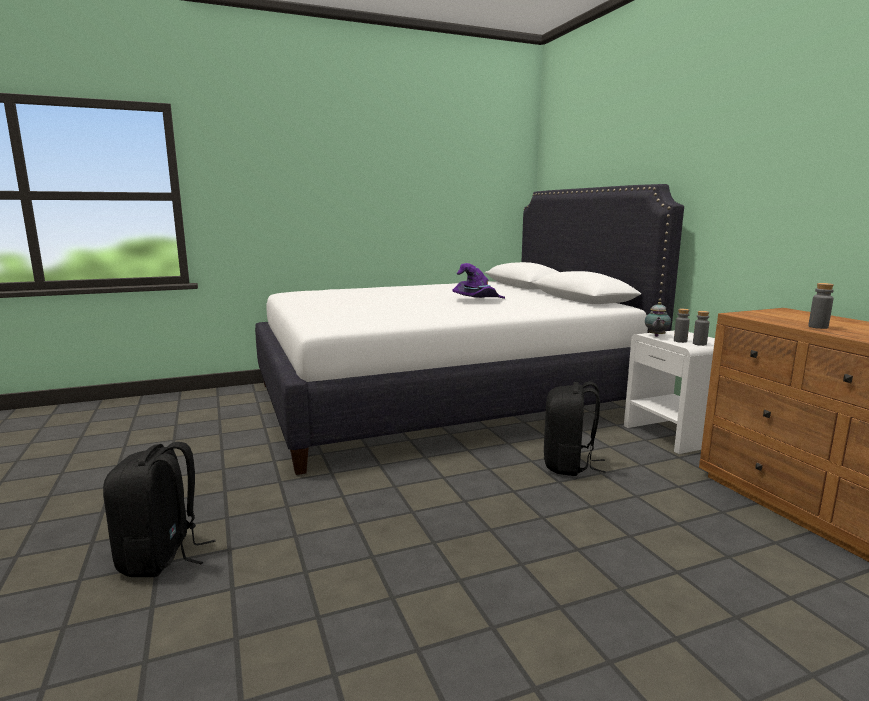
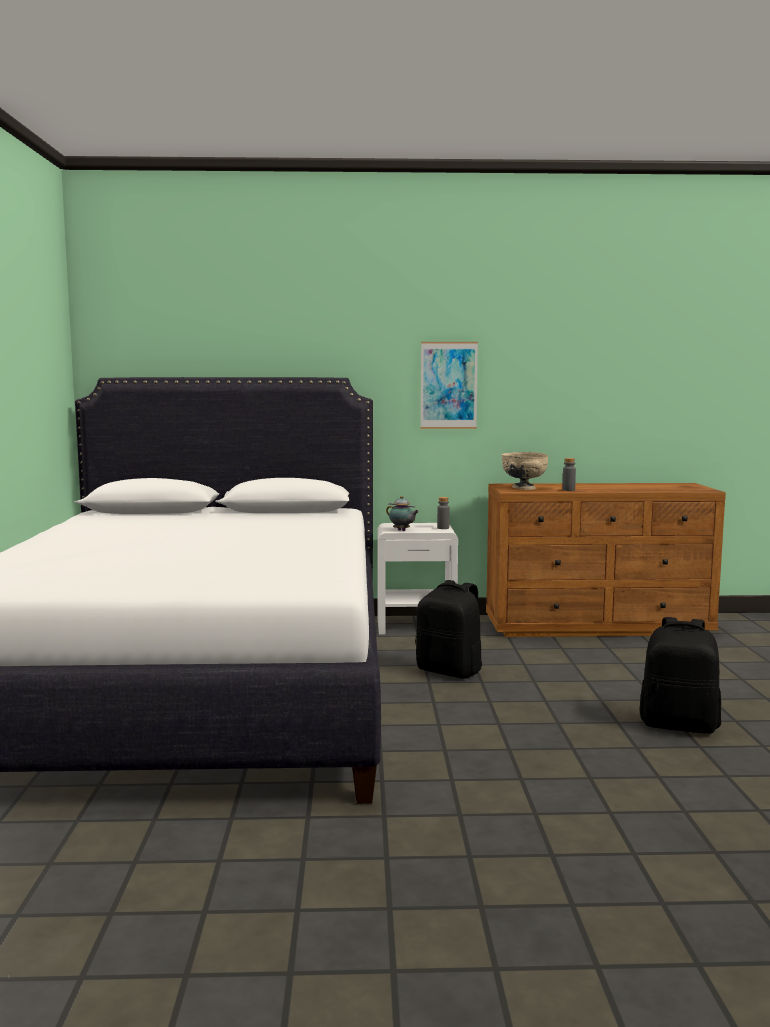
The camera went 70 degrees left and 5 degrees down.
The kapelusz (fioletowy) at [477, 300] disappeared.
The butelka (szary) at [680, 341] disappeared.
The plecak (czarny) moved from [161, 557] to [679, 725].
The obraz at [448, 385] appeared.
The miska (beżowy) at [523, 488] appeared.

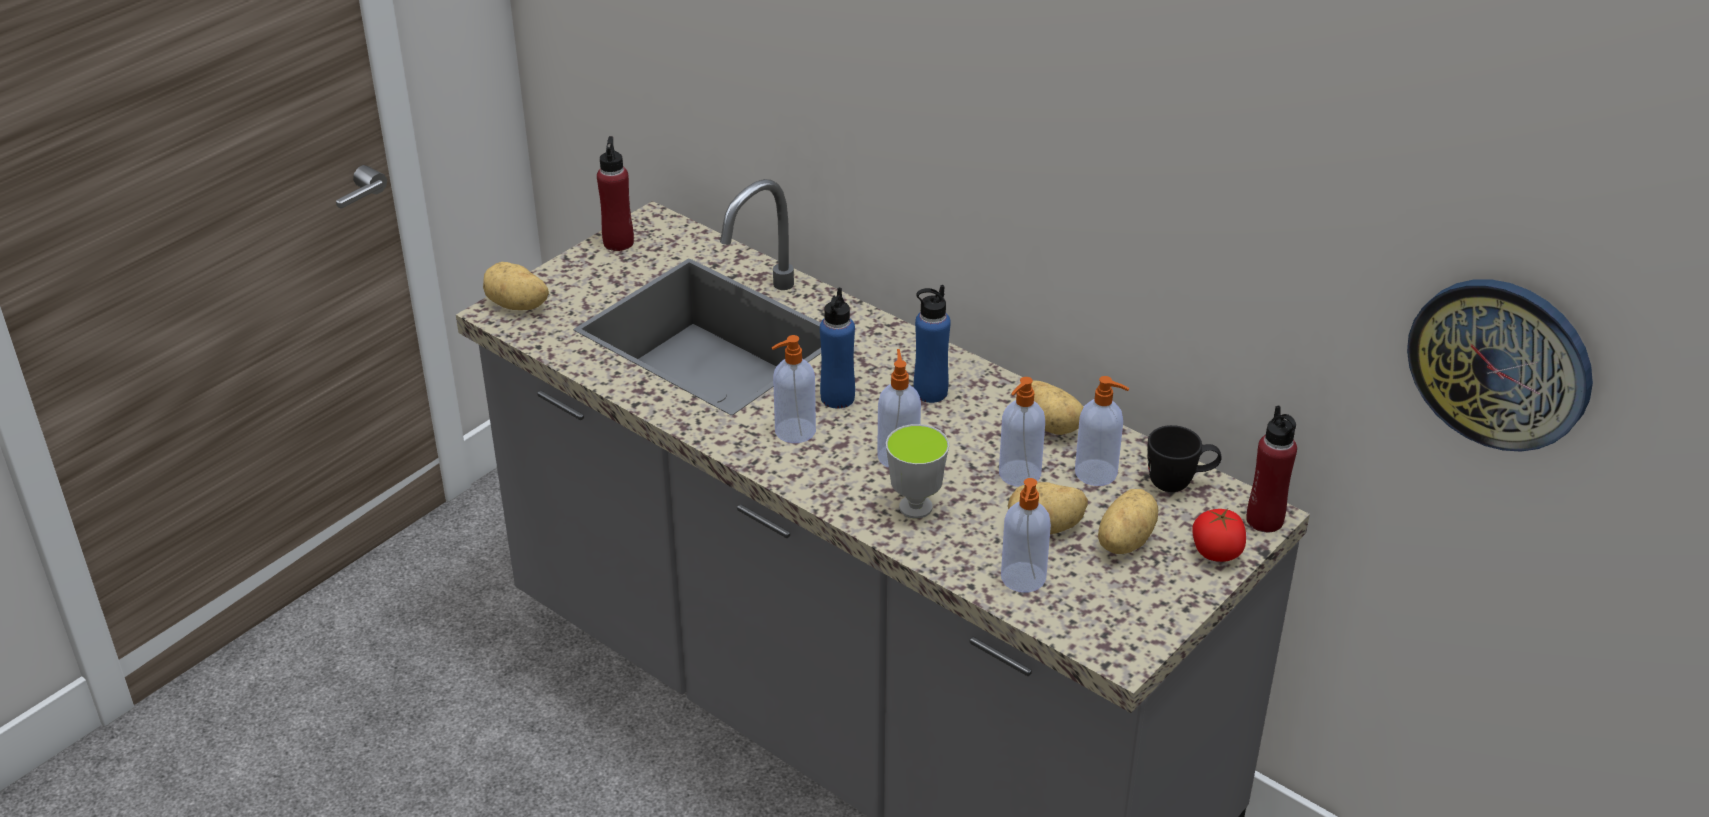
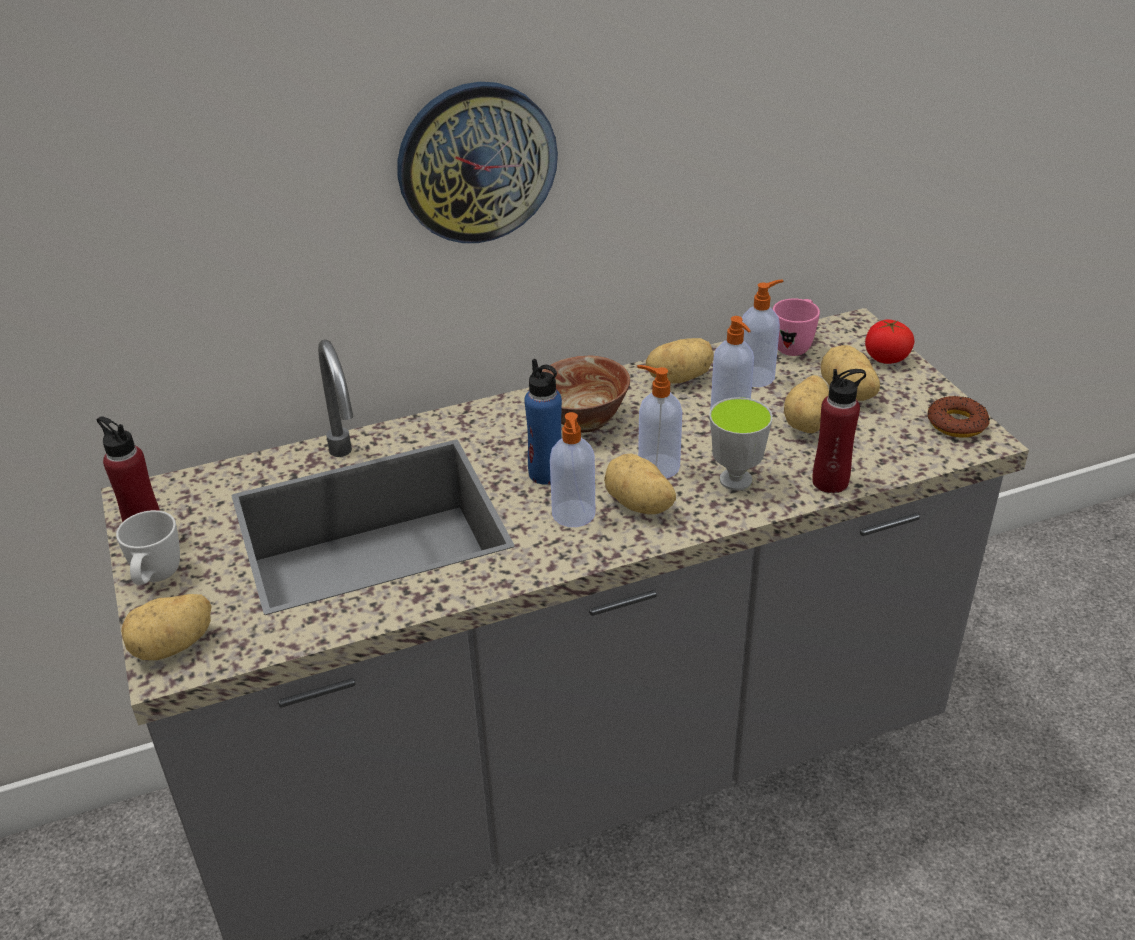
The camera went 60 degrees left and 0 degrees up.
The zegar ścienny moved from [1500, 363] to [476, 162].
The butelka (niebieski) at [930, 392] was replaced by the miska at [583, 421].
The butelka (czerwony) moved from [1264, 520] to [830, 482].
The kubek (czarny) at [1180, 483] became the kubek (różowy) at [795, 345].
The dozownik mydła at [1023, 579] disappeared.
The donut at [957, 423] appeared.
The ziemniak at [638, 505] appeared.
The kubek (biały) at [156, 579] appeared.

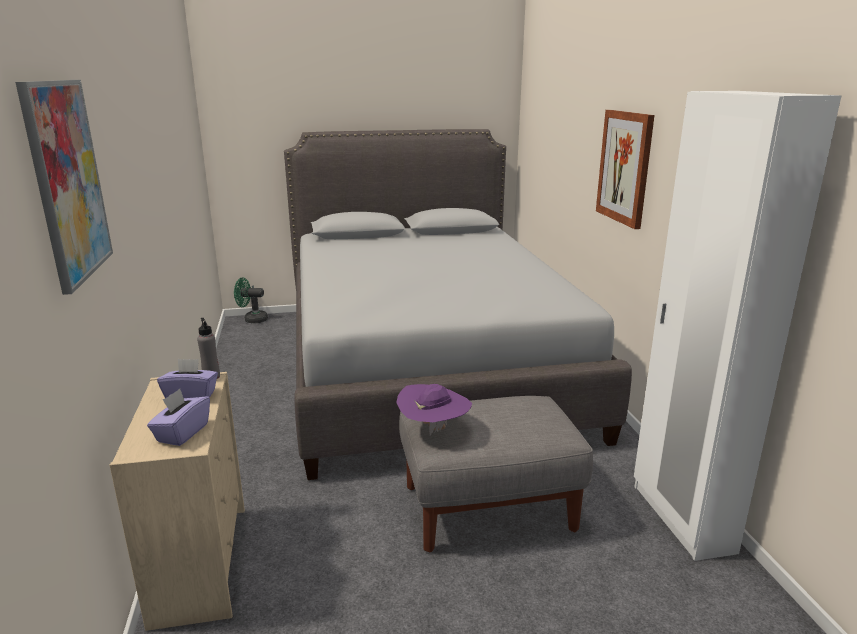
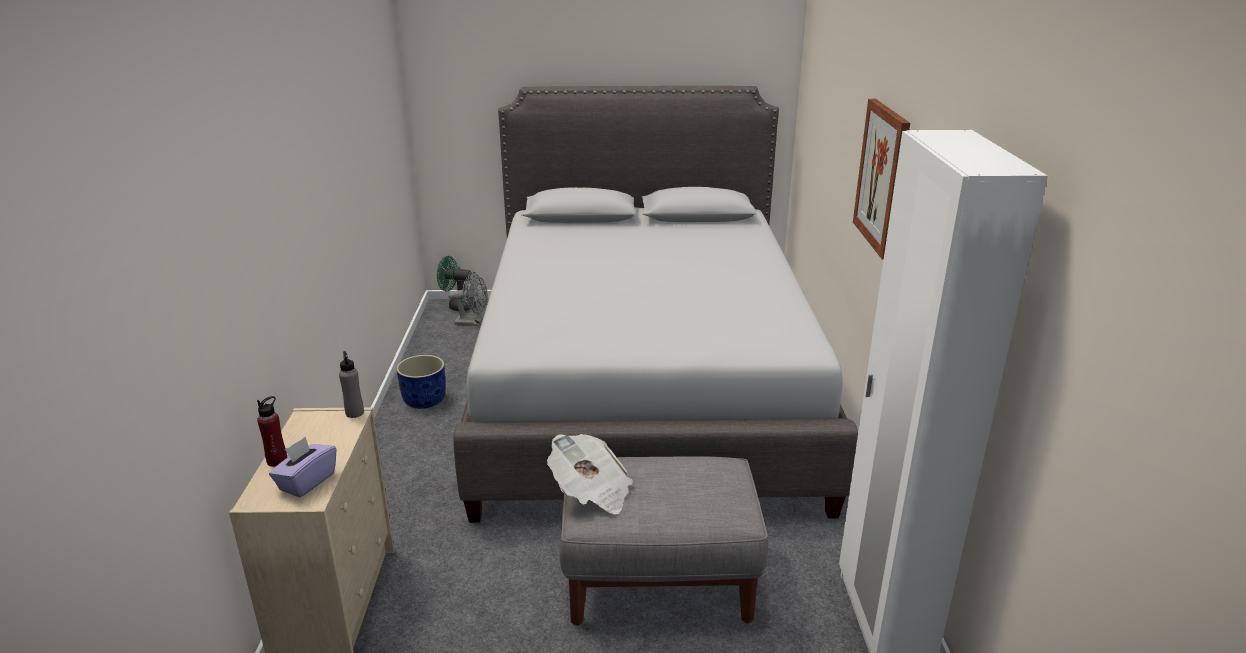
The camera went 10 degrees right and 5 degrees up.
The obraz at [67, 181] disappeared.
The pudełko chusteczek (fioletowy) at [191, 396] disappeared.
The kapelusz (fioletowy) at [434, 429] was replaced by the gazeta at [591, 492].
The wentylator (szary) at [473, 322] appeared.
The donica (niebieski) at [424, 401] appeared.
The butelka (czerwony) at [277, 461] appeared.

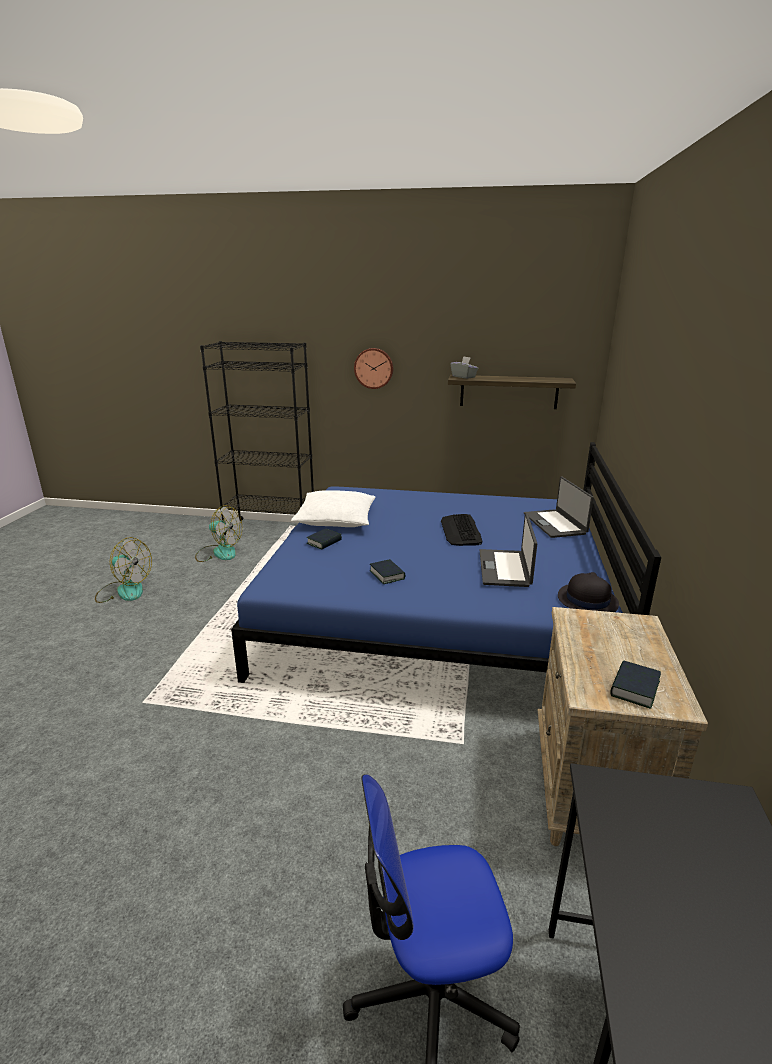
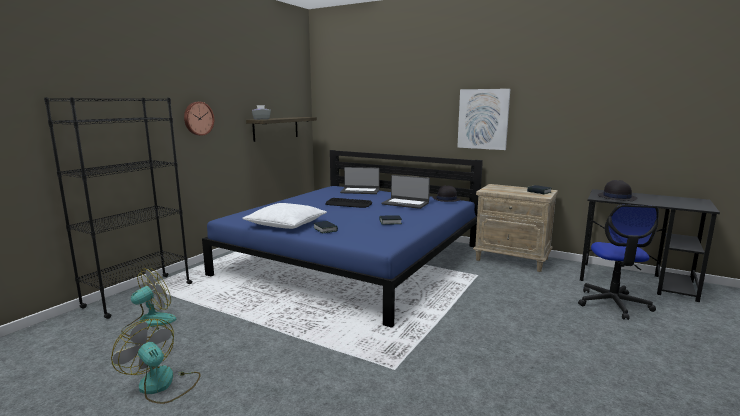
The camera went 70 degrees left and 10 degrees down.
The wentylator at [124, 590] turned 90 degrees counterclockwise.
The obraz at [483, 119] appeared.
The kapelusz (czarny) at [616, 197] appeared.

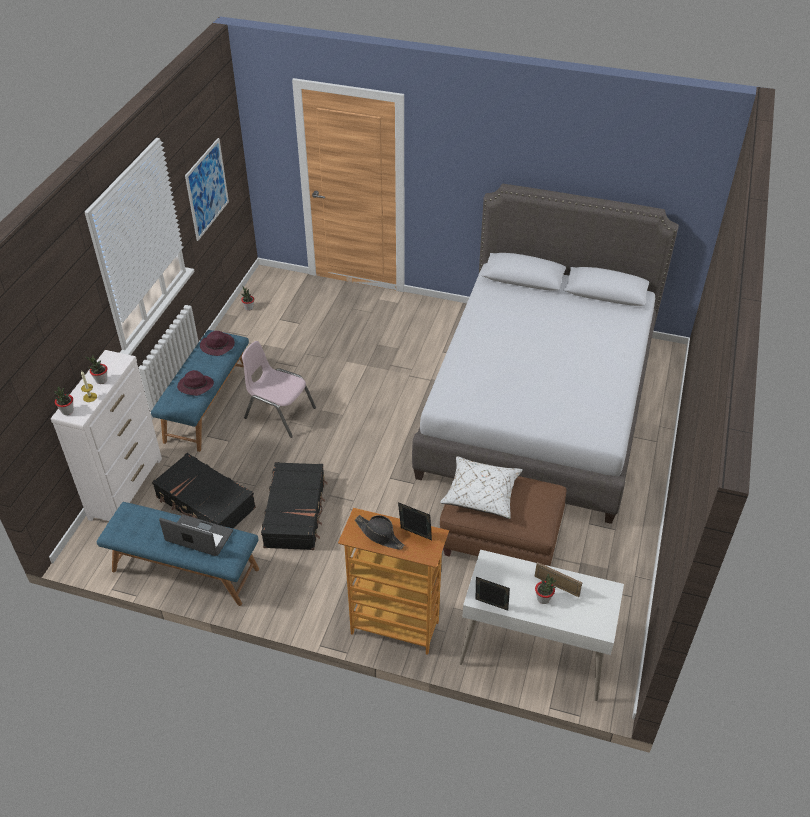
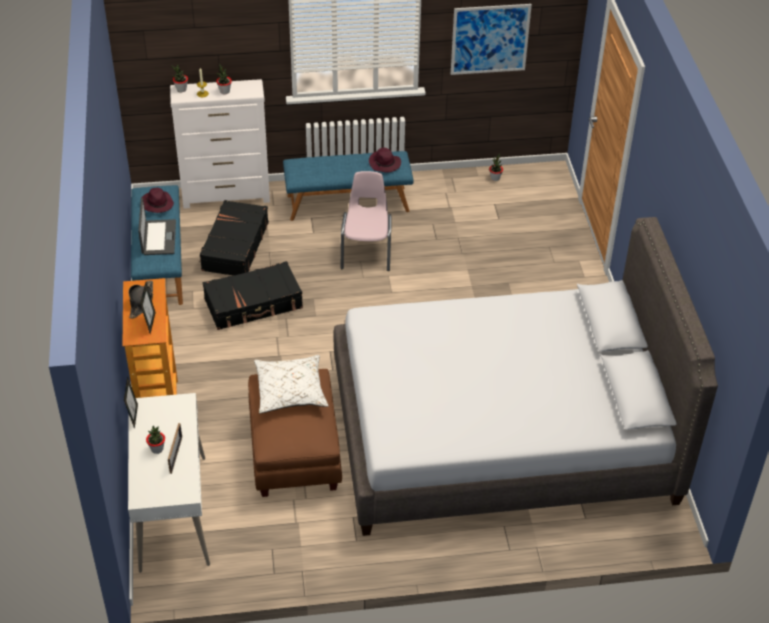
The camera went 65 degrees right and 0 degrees up.
The kapelusz (fioletowy) moved from [195, 386] to [157, 203].

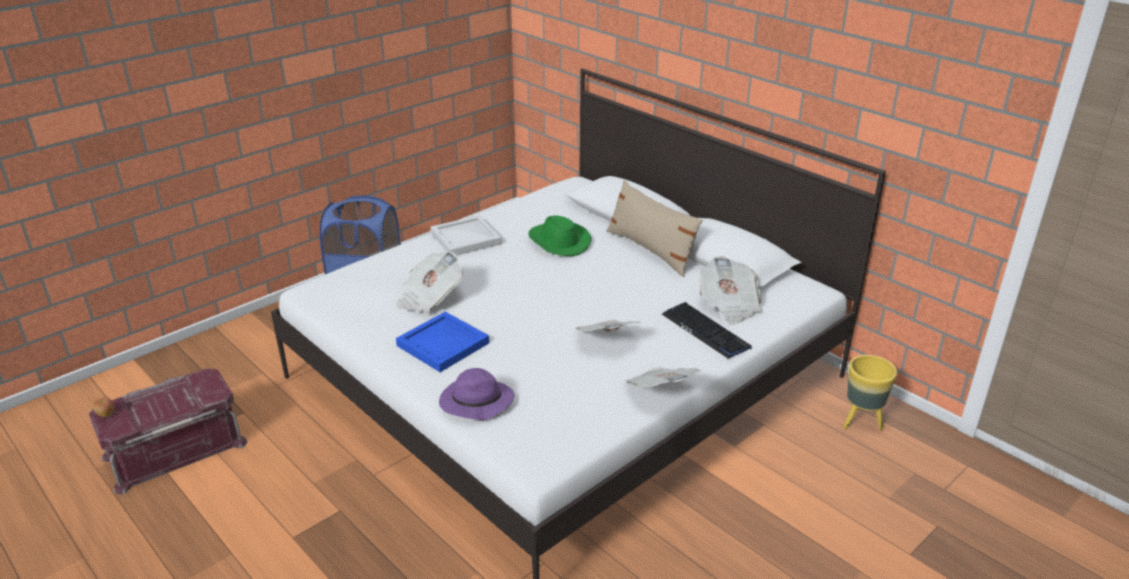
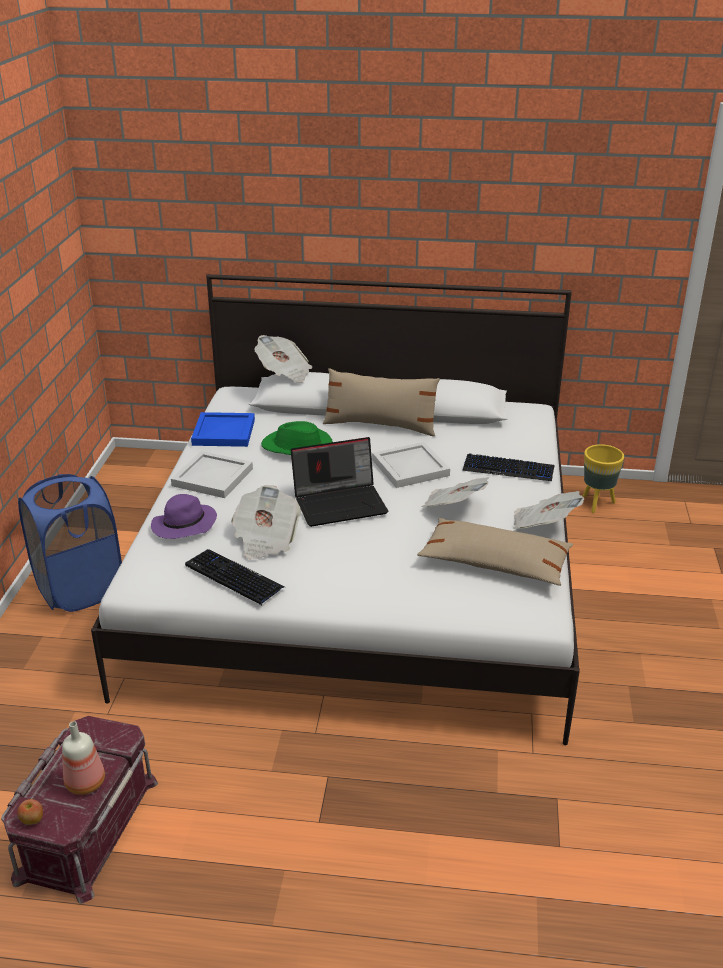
The camera went 40 degrees left and 0 degrees up.
The gazeta moved from [729, 306] to [284, 373].
The taca (niebieski) moved from [444, 344] to [225, 432].
The kapelusz (fioletowy) moved from [475, 403] to [183, 526].
The laptop at [340, 503] appeared.
The taca (biały) at [411, 468] appeared.
The poduszka (beżowy) at [495, 563] appeared.
The klawiatura at [234, 577] appeared.
The butelka at [86, 782] appeared.

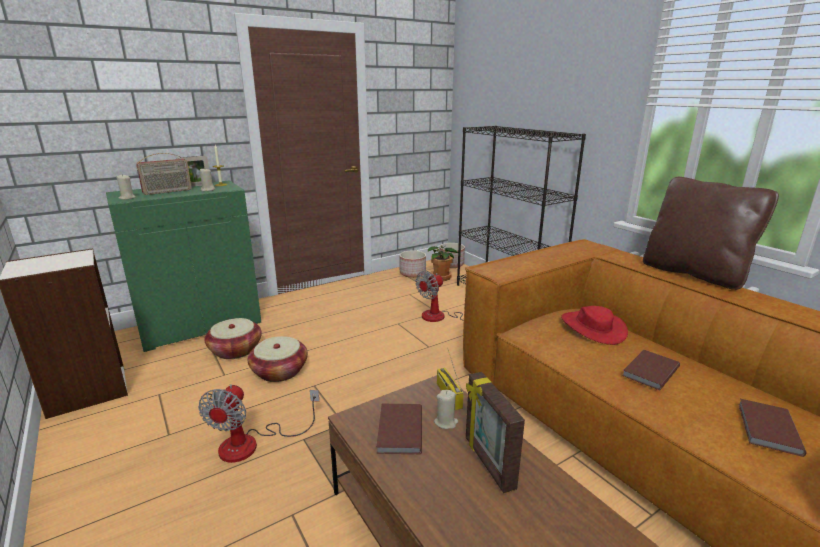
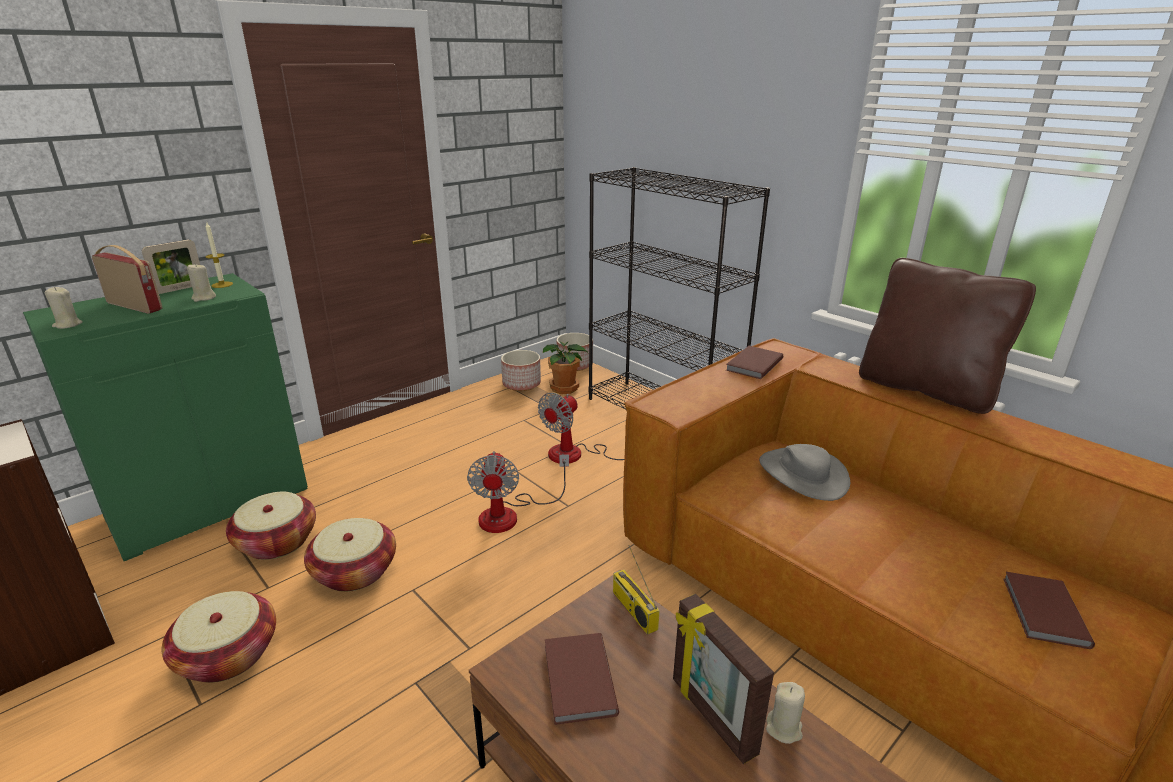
The camera went 10 degrees left and 5 degrees up.
The radio at [168, 192] turned 105 degrees counterclockwise.
The kapelusz (czerwony) at [593, 327] became the kapelusz (szary) at [803, 474].
The książka (brązowy) moved from [649, 371] to [752, 364].
The wentylator moved from [252, 444] to [510, 514].
The świeca (beżowy) moved from [446, 422] to [784, 729].
The koszyk at [228, 655] appeared.

